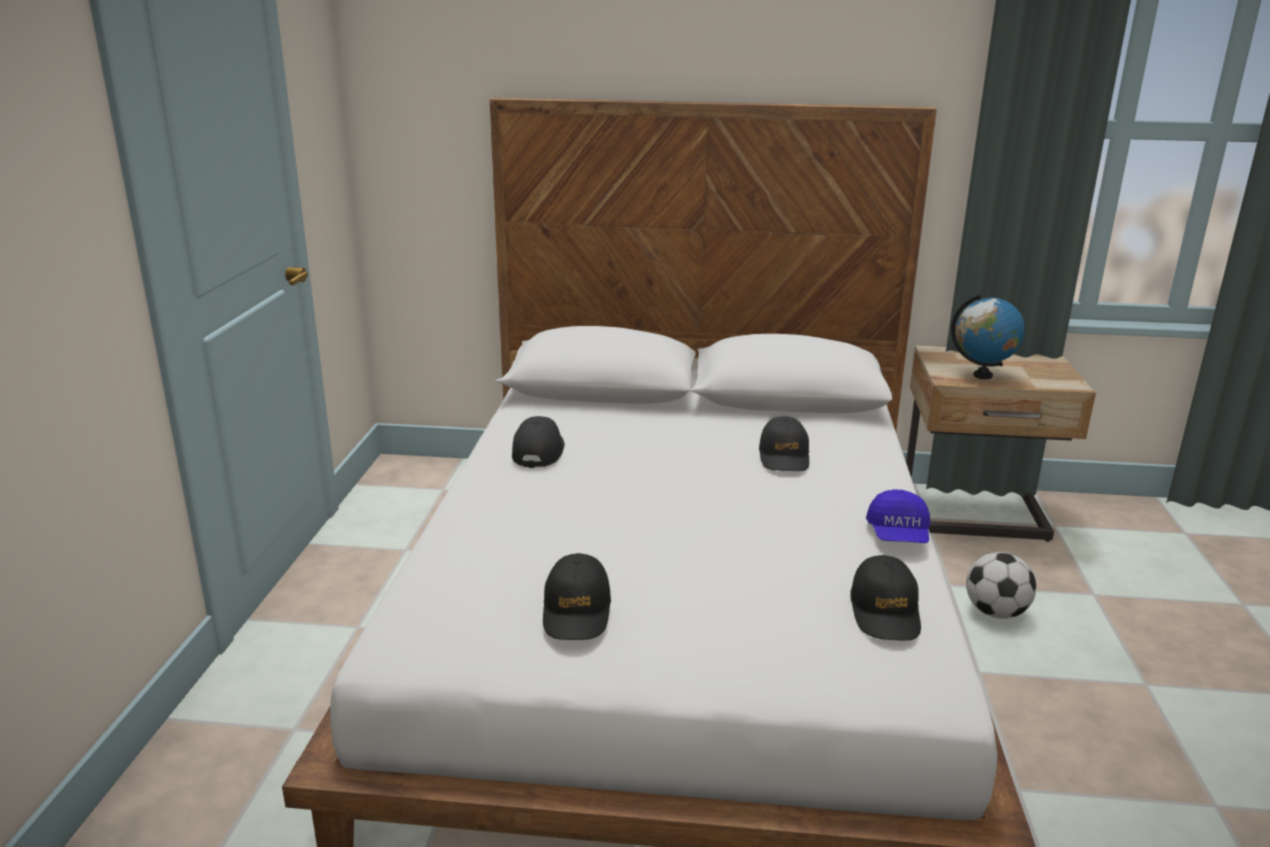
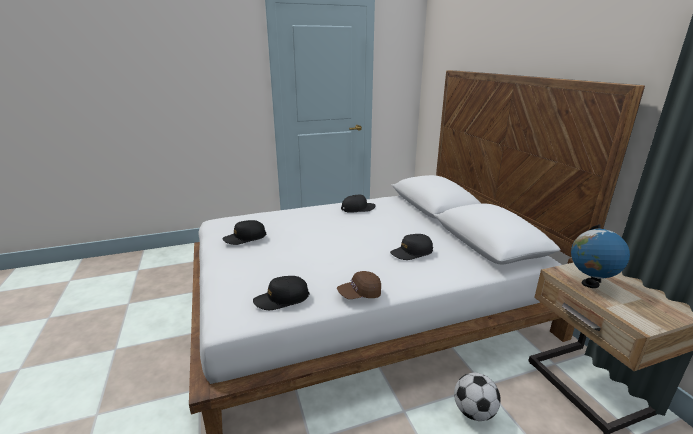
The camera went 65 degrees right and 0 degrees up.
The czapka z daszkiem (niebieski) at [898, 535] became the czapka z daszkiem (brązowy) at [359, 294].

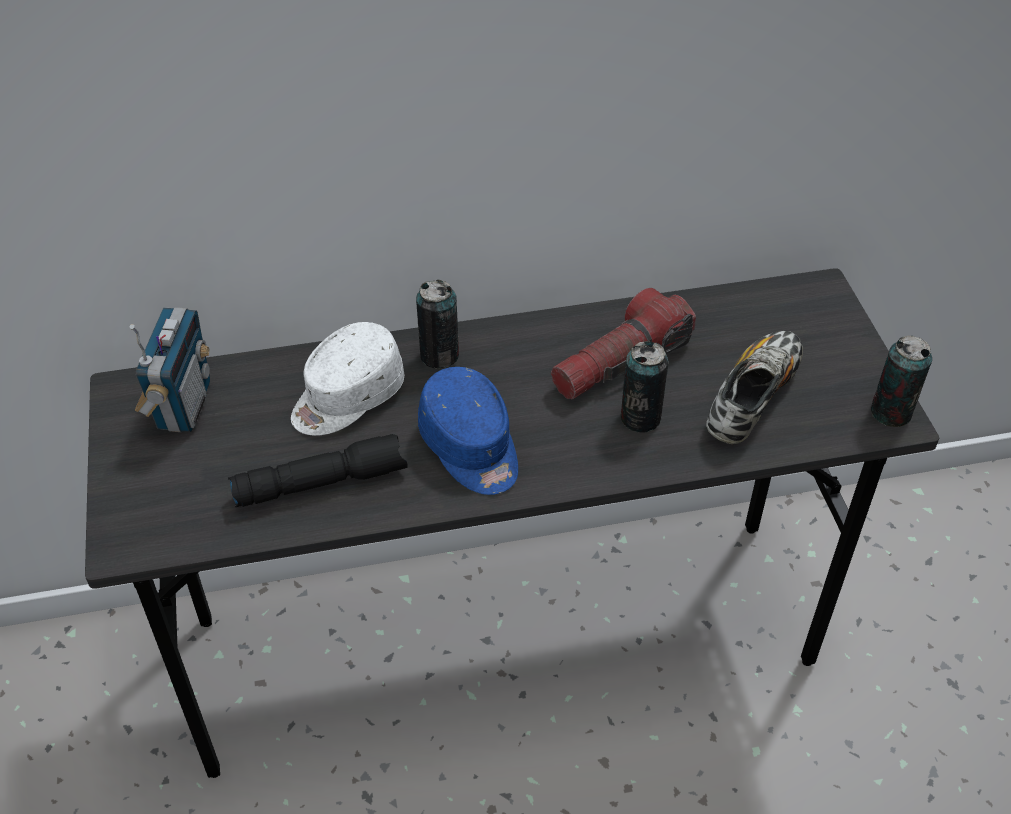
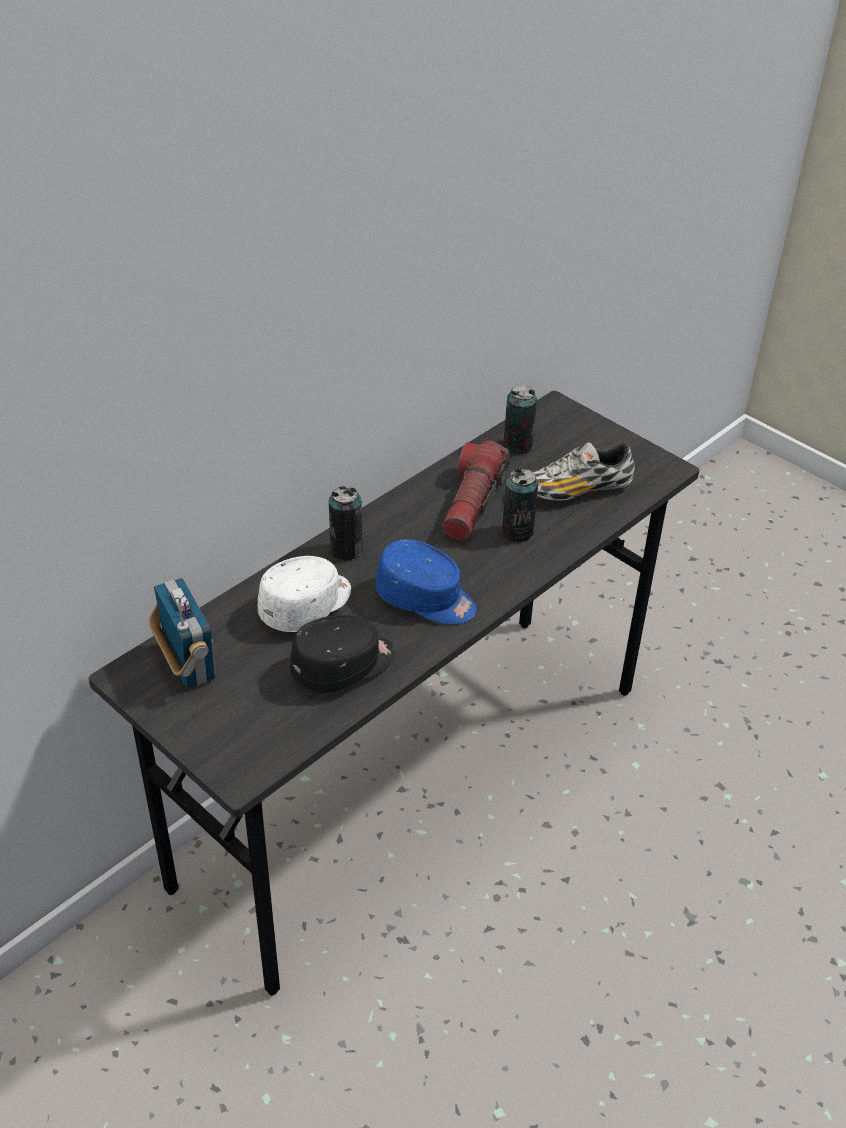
The camera went 35 degrees left and 5 degrees down.
The czapka z daszkiem (biały) at [346, 397] turned 150 degrees counterclockwise.
The but at [752, 398] turned 105 degrees counterclockwise.
The puszka moved from [890, 412] to [517, 446].
The latarka (czarny) at [321, 481] was replaced by the czapka z daszkiem (czarny) at [344, 666].

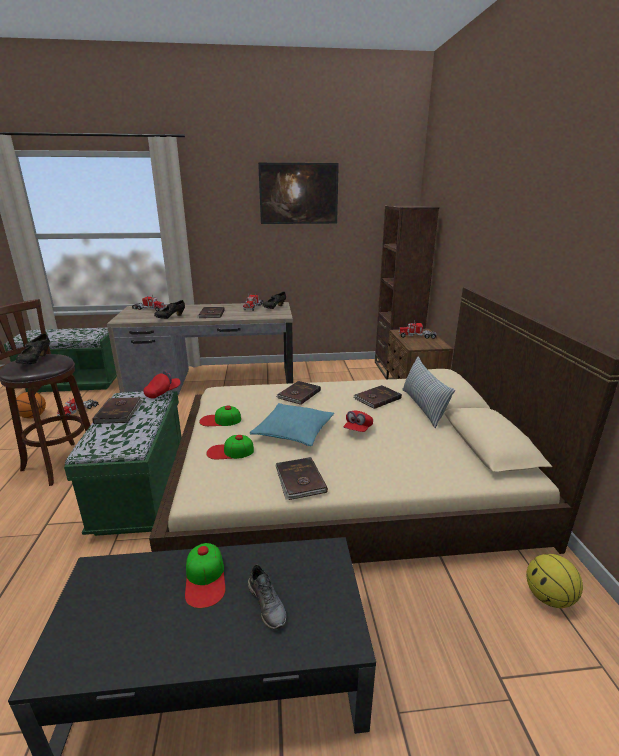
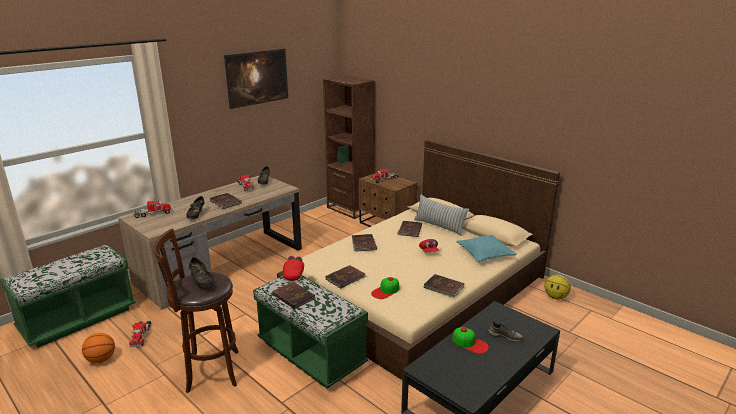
The camera went 40 degrees left and 0 degrees up.
The poduszka (turkusowy) moved from [293, 432] to [485, 254].
The czapka z daszkiem at [220, 420] was replaced by the książka (brązowy) at [346, 278].

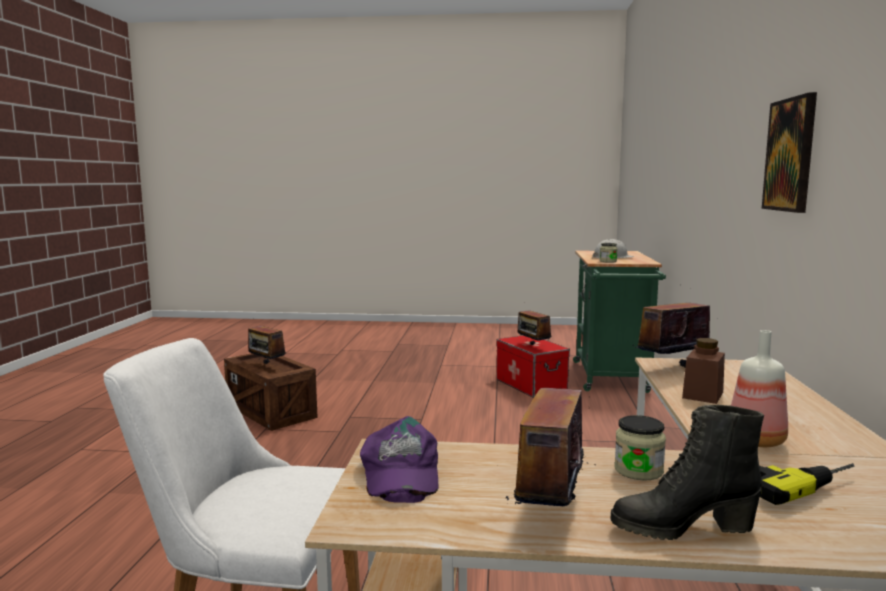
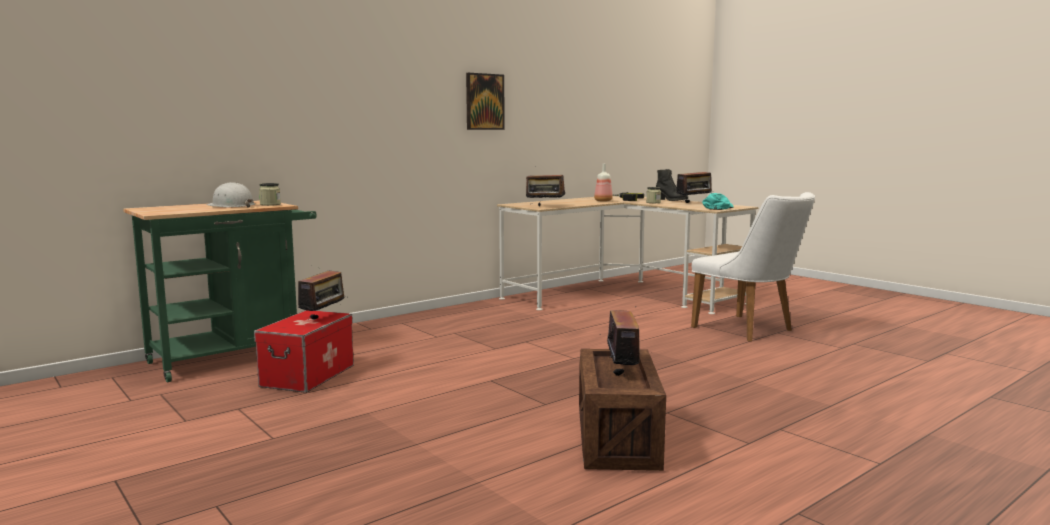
The camera went 135 degrees left and 0 degrees up.
The słoik (brązowy) at [702, 395] disappeared.
The czapka z daszkiem (fioletowy) at [399, 472] became the czapka z daszkiem (turkusowy) at [718, 208].

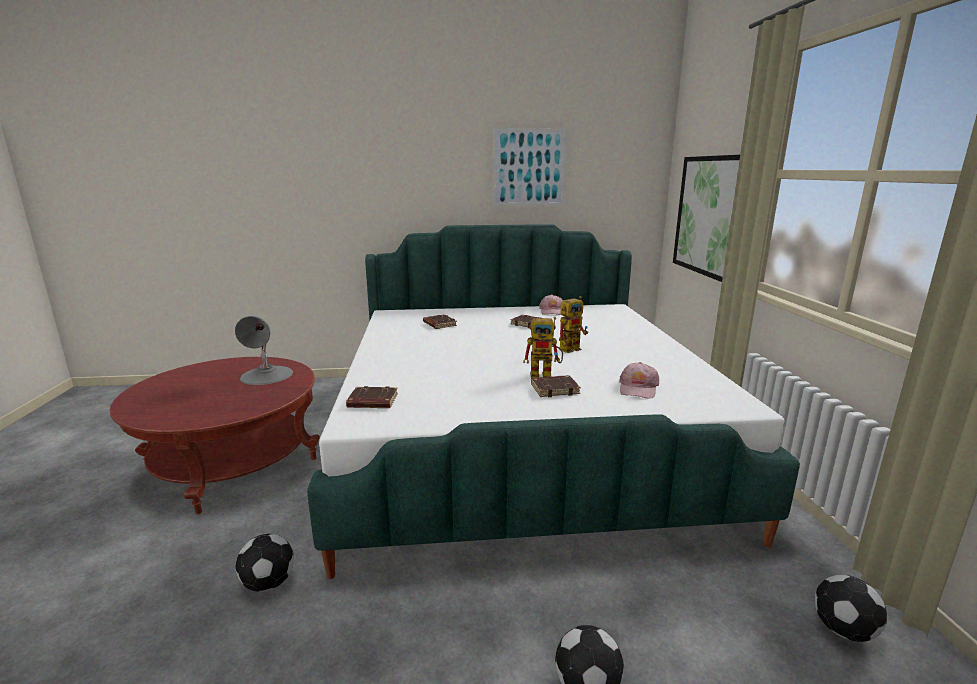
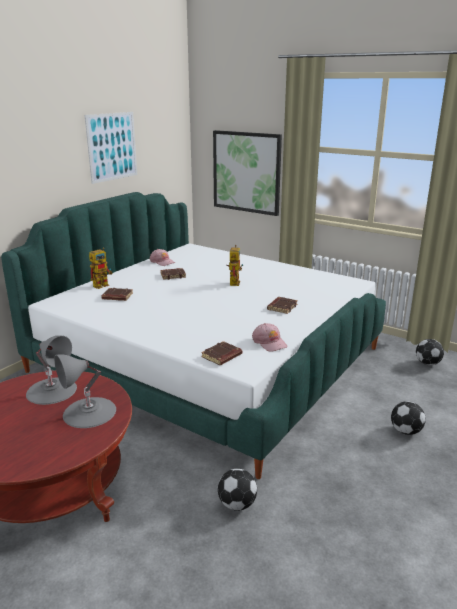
The camera went 50 degrees left and 5 degrees up.
The robot zabawkowy moved from [546, 374] to [103, 284].
The czapka z daszkiem (różowy) moved from [638, 388] to [269, 342].
The lampa stołowa (szary) at [89, 412] appeared.

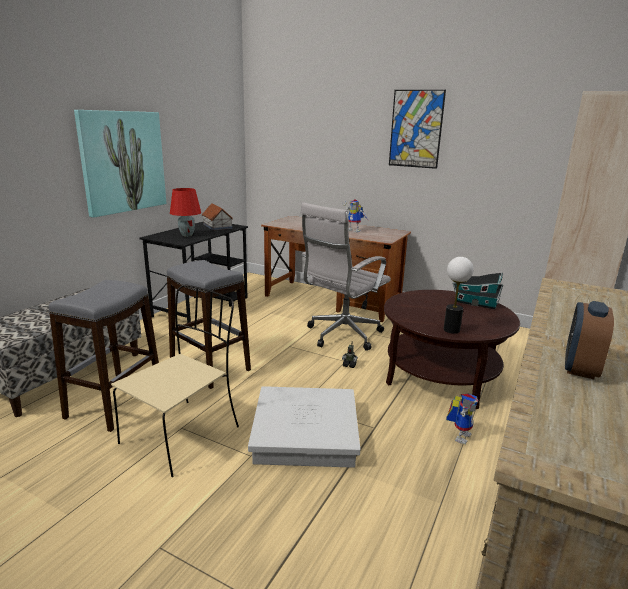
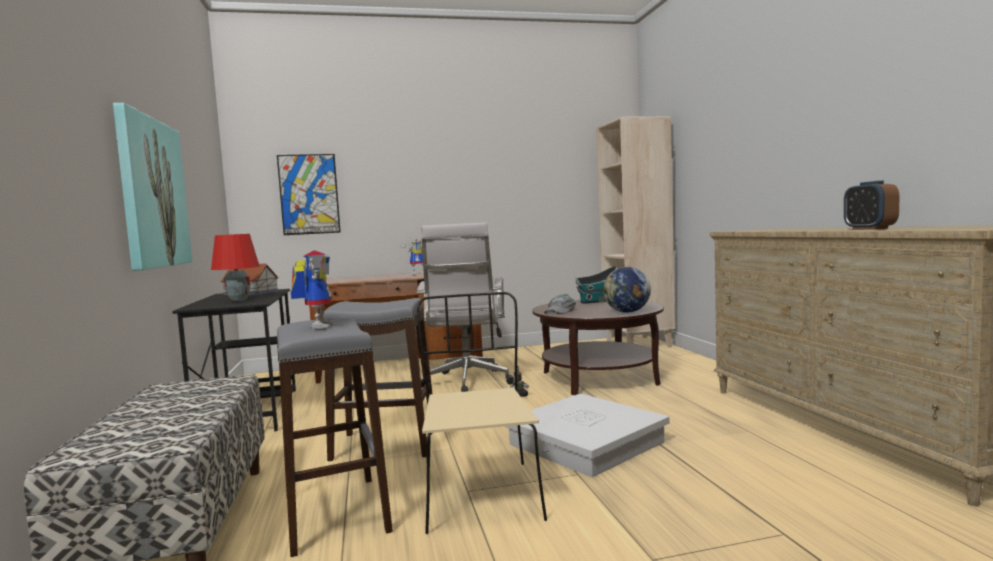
The camera went 40 degrees left and 15 degrees down.
The obraz moved from [416, 129] to [309, 194].
The lampa stołowa at [451, 330] was replaced by the globus at [627, 312].
The robot zabawkowy moved from [459, 435] to [317, 325].
The czapka z daszkiem (szary) at [559, 311] appeared.

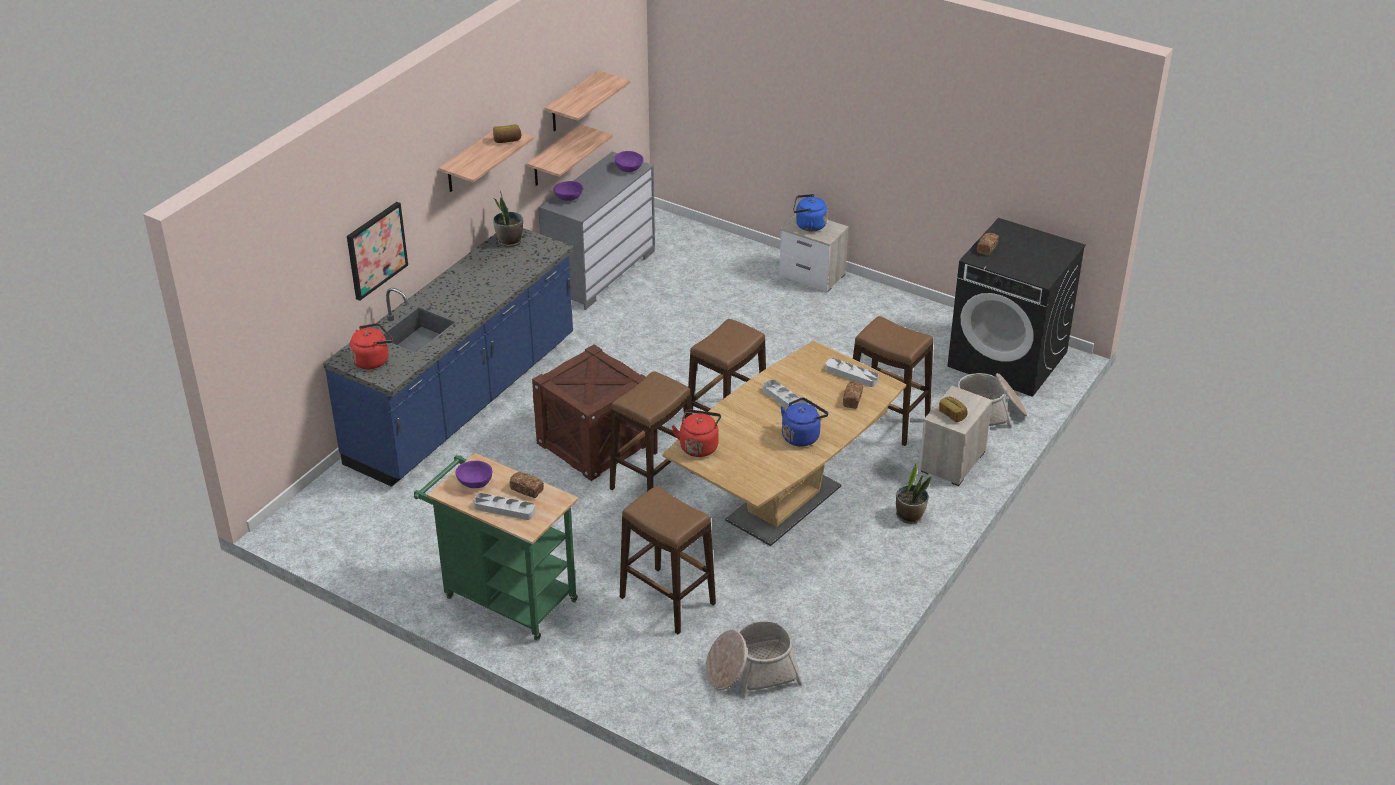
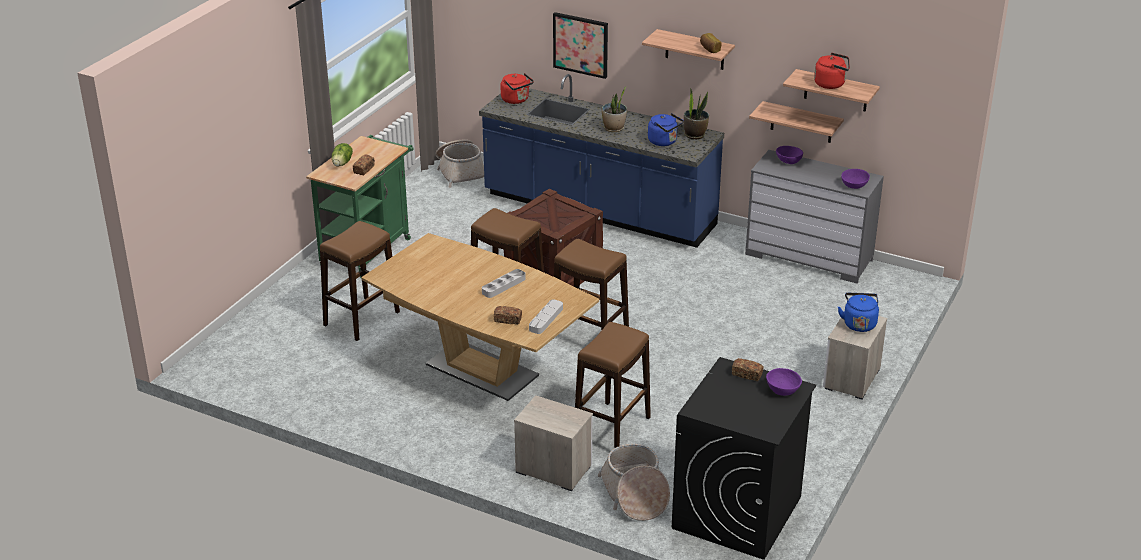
The camera went 85 degrees right and 5 degrees down.
The czajnik (niebieski) moved from [802, 436] to [664, 142].
The chleb at [952, 414] disappeared.
The czajnik (czerwony) moved from [699, 446] to [831, 84].
The miska (fioletowy) moved from [475, 483] to [782, 390].
The roślina doniczkowa moved from [910, 516] to [614, 128].
The taca (szary) at [504, 509] was replaced by the sałata at [342, 163].
The koszyk moved from [751, 671] to [460, 172].

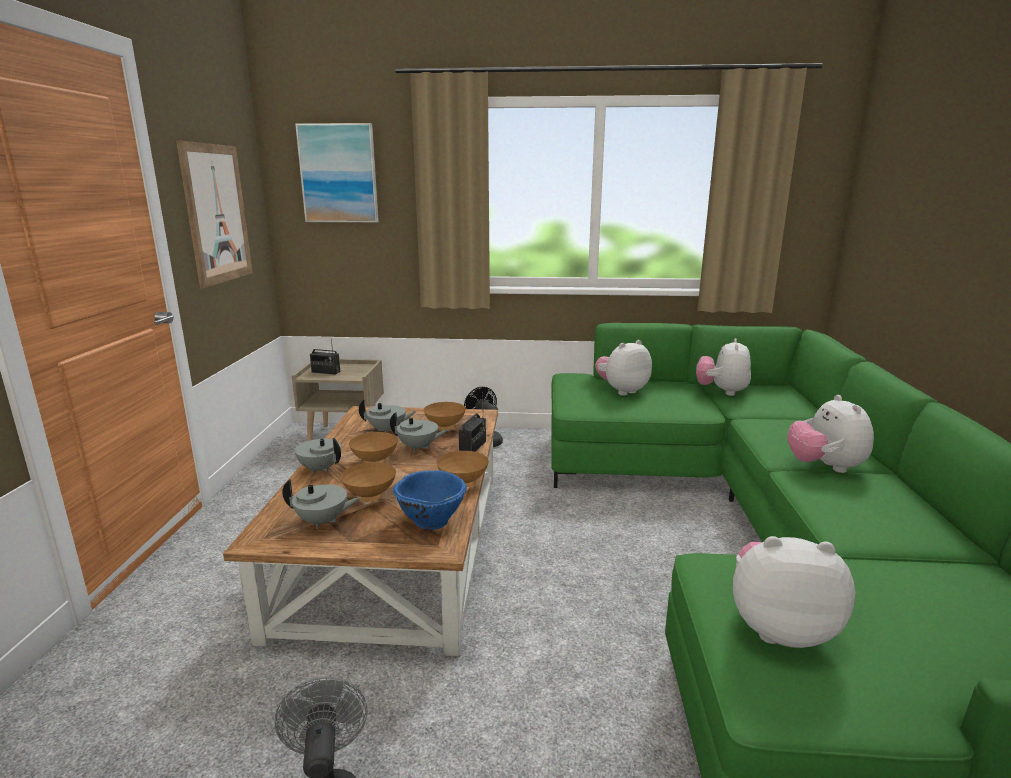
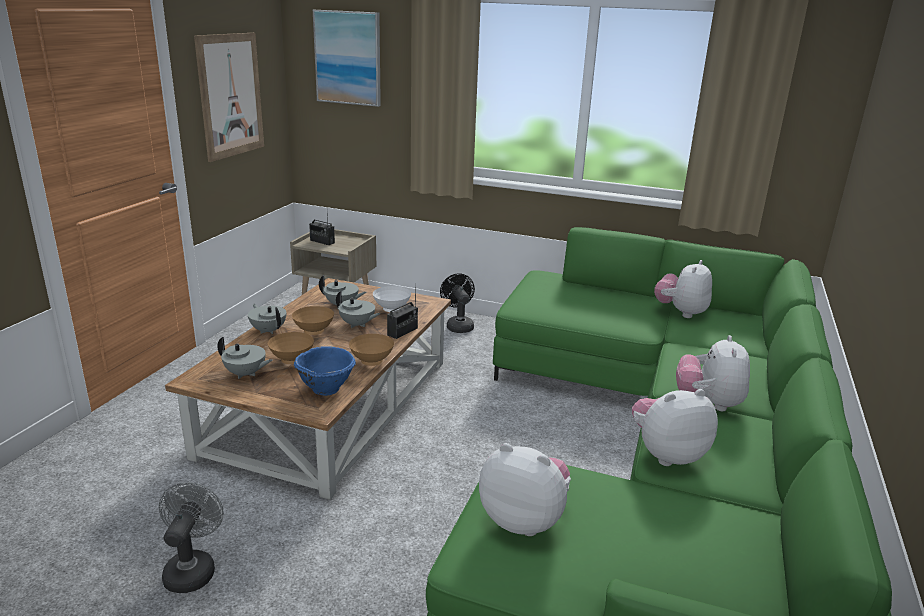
The camera went 15 degrees right and 5 degrees up.
The pluszak moved from [622, 391] to [666, 454].
The miska (brązowy) at [444, 428] became the miska (biały) at [391, 310].

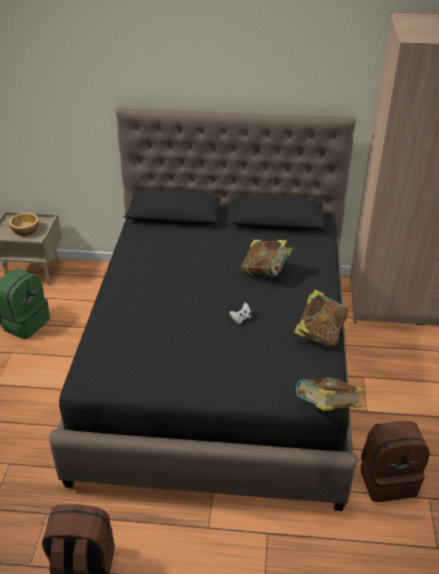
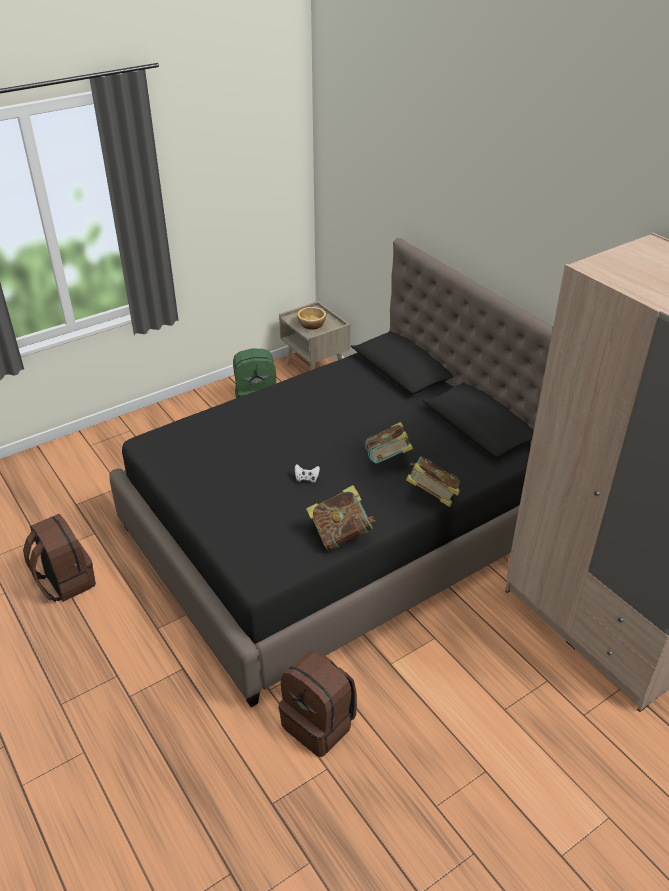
The camera went 50 degrees right and 0 degrees up.
The książka moved from [327, 409] to [431, 496].

